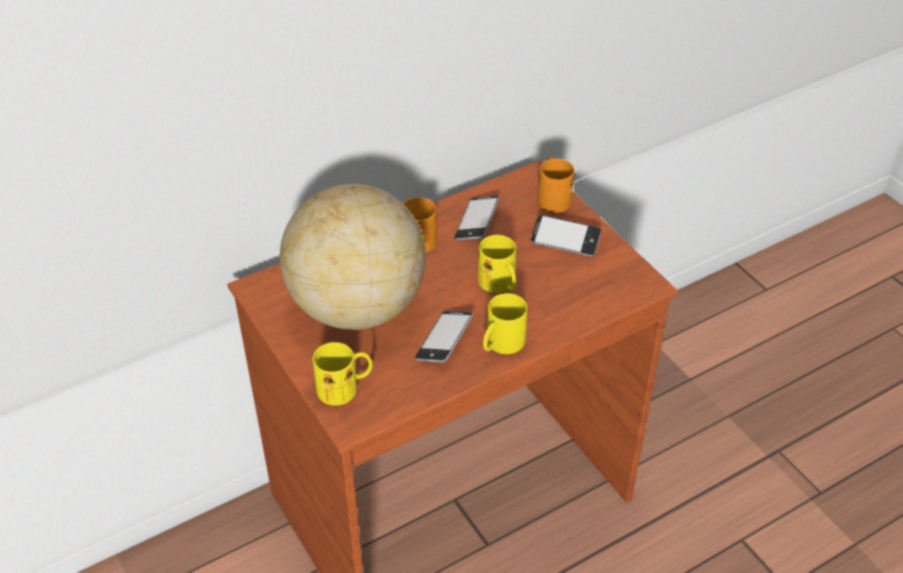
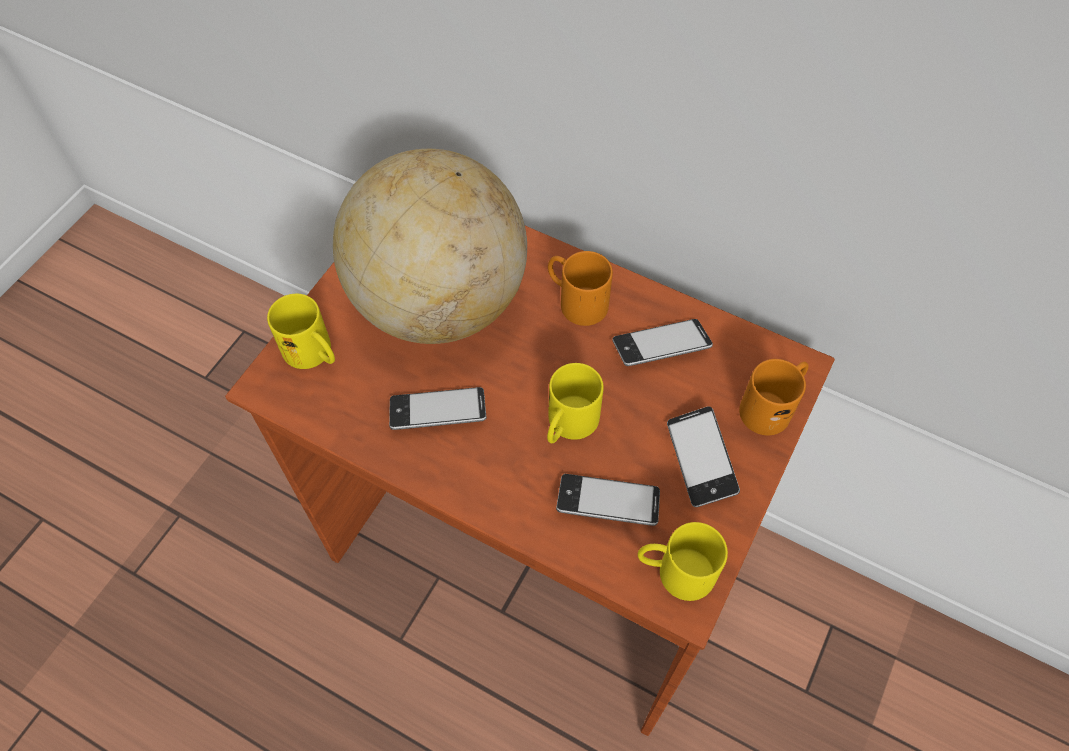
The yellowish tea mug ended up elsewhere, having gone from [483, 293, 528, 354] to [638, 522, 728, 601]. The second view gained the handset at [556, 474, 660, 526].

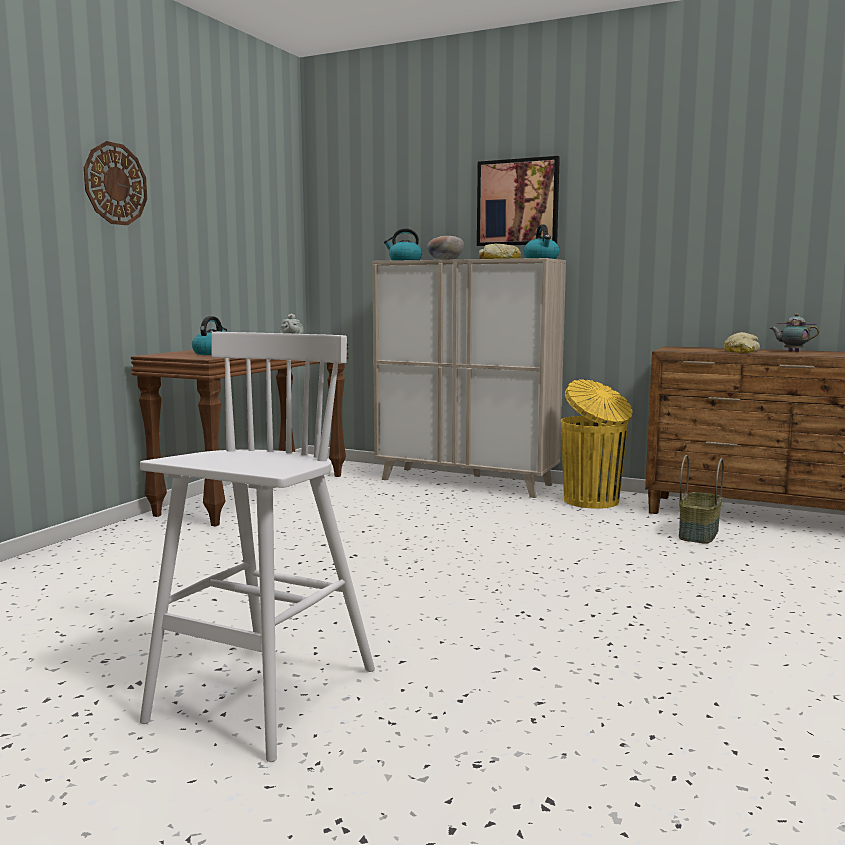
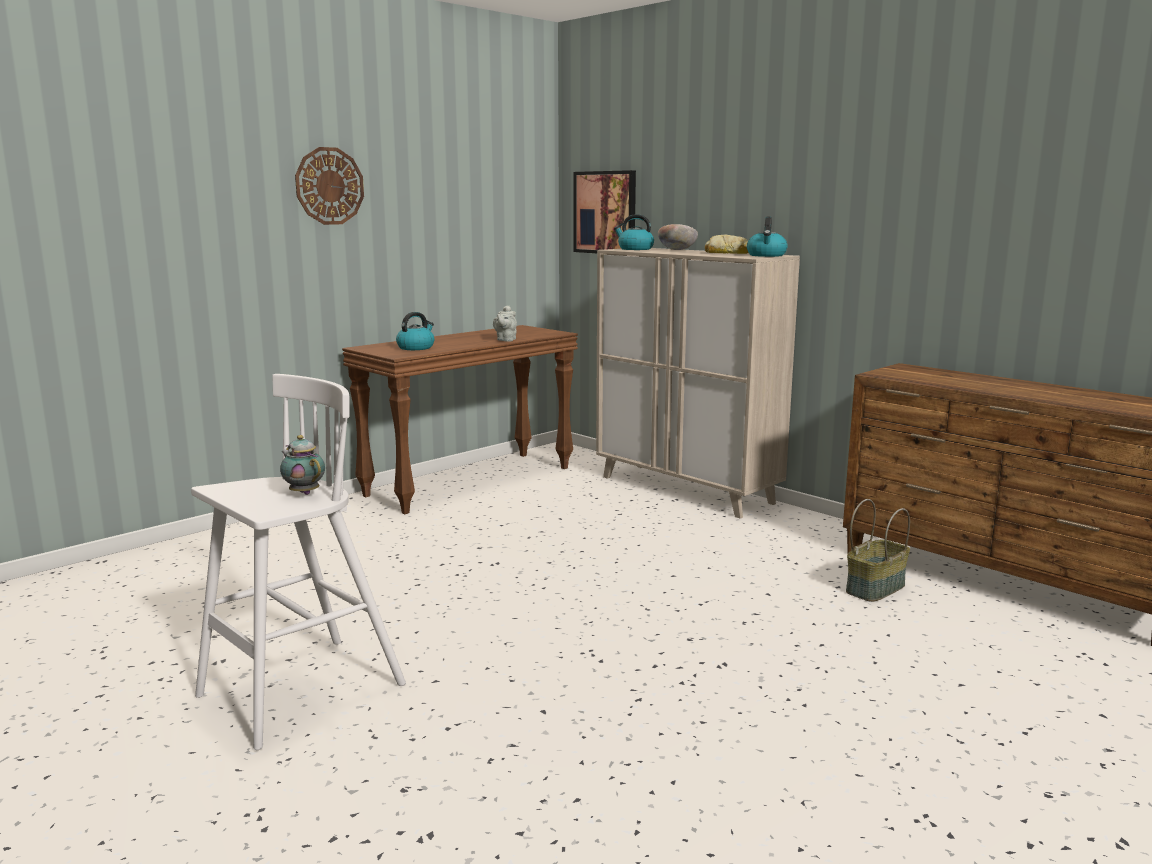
The wall art ended up elsewhere, having gone from [477, 156, 560, 246] to [573, 170, 636, 253]. The tea pot ended up elsewhere, having gone from [770, 313, 819, 352] to [280, 435, 325, 495]. The second view lost the bread at [724, 332, 760, 353]. The second view lost the yellowish trash can at [561, 379, 633, 509].

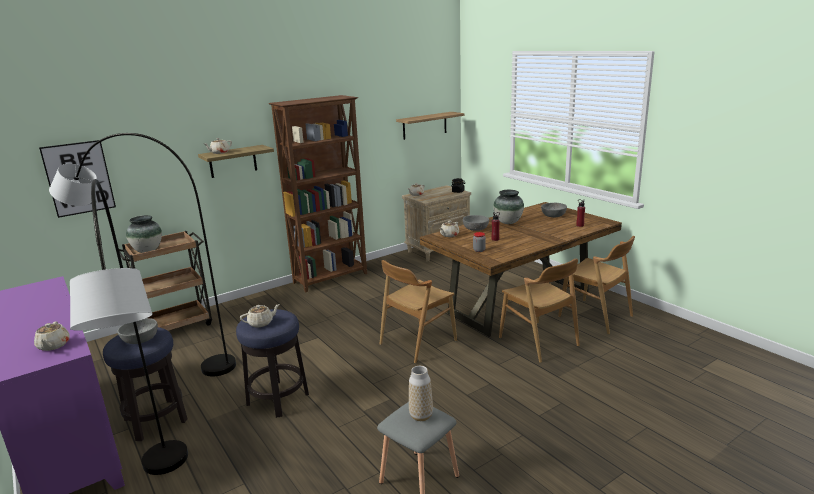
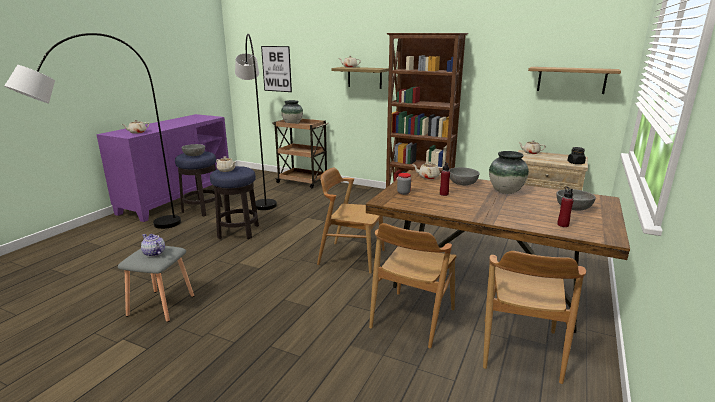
Where the decorative vase stood at [409, 366, 433, 421], the tea pot came to stand at [141, 234, 165, 257].

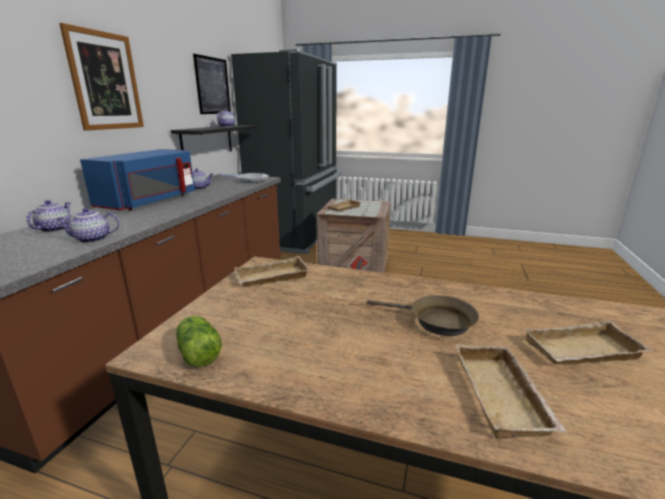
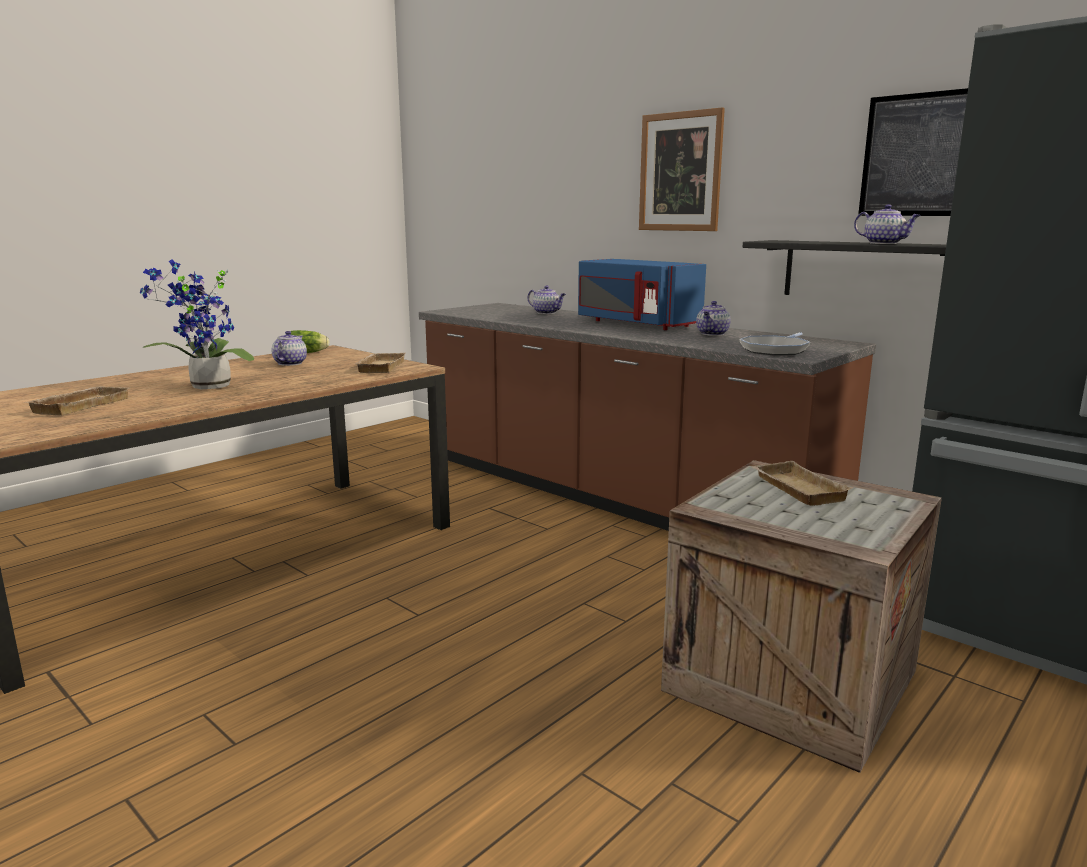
The tea pot ended up elsewhere, having gone from [56, 208, 120, 243] to [272, 331, 307, 366]. Where the brownish skillet stood at [367, 295, 479, 336], the potted plant came to stand at [140, 259, 254, 390]. The second view lost the beige-coloured serving tray at [456, 344, 567, 439].

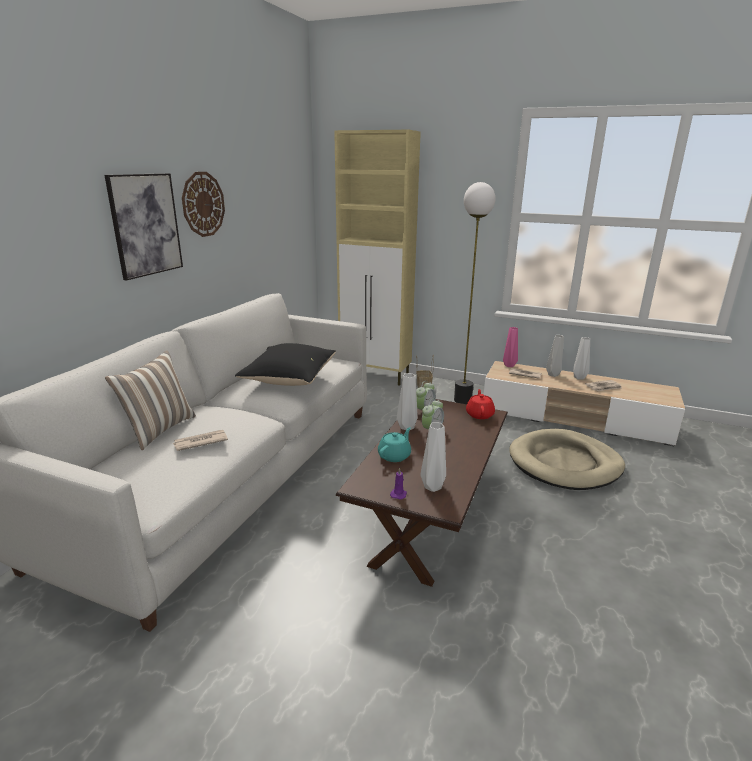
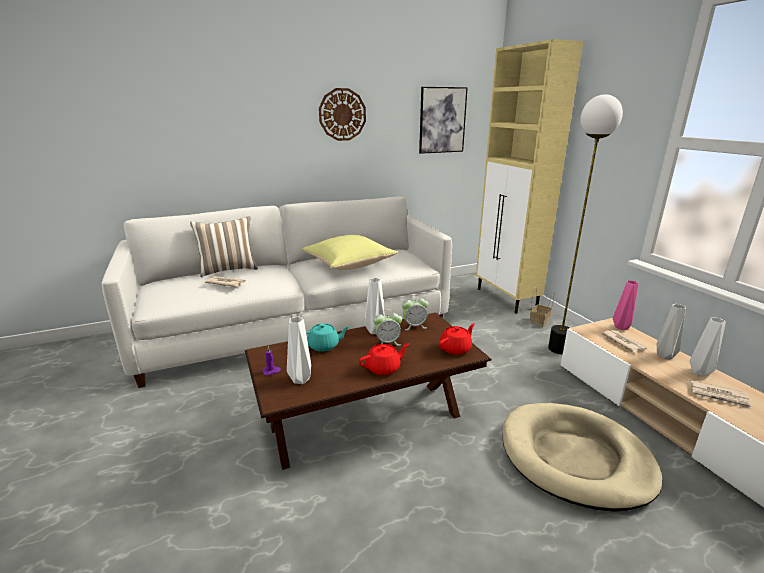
The wall art ended up elsewhere, having gone from [105, 173, 183, 281] to [419, 87, 468, 154]. What was the black-coloured throw pillow at [235, 343, 336, 386] turned into the yellowish throw pillow at [302, 235, 398, 270]. The second view gained the red-coloured tea pot at [359, 343, 409, 375].

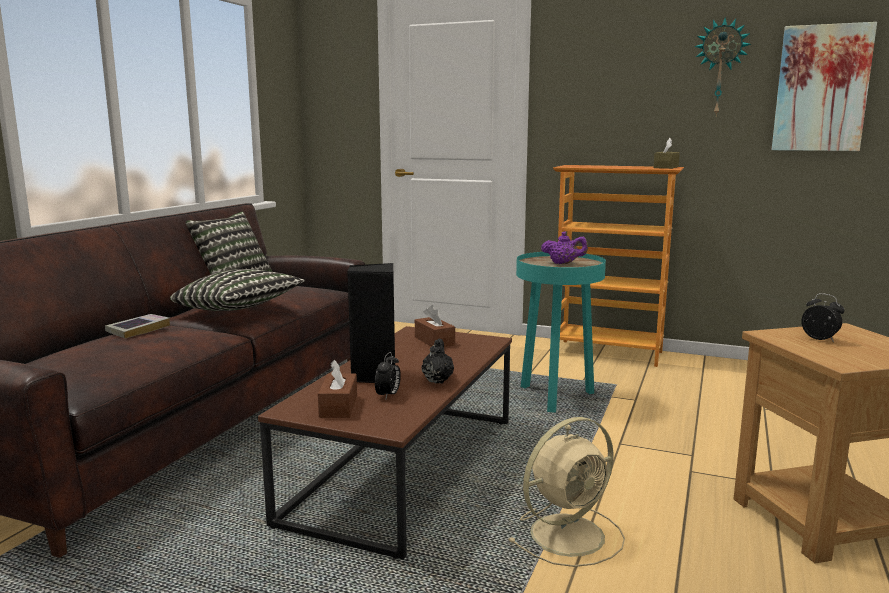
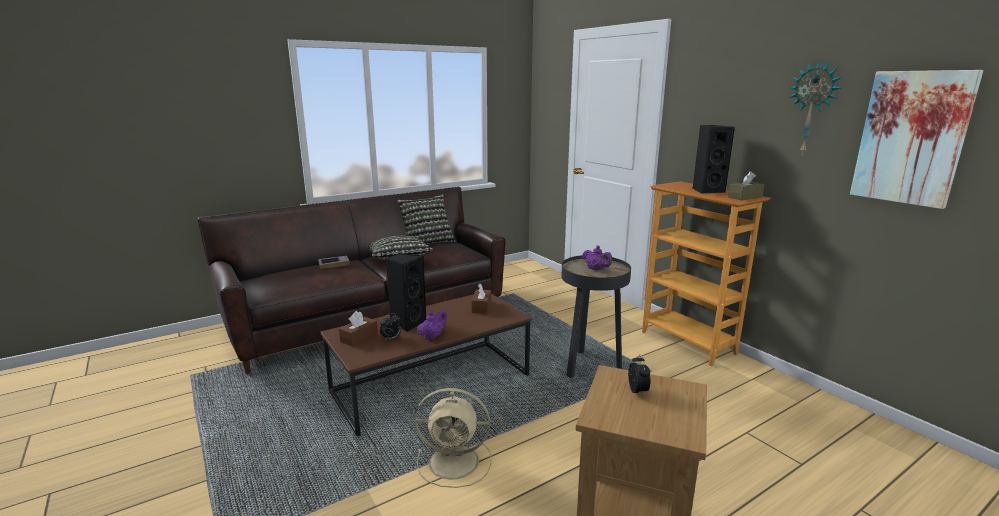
What was the turquoise-coloured accent table at [516, 252, 606, 413] turned into the black-coloured accent table at [561, 255, 631, 378]. What was the black-coloured tea pot at [421, 339, 454, 384] turned into the purple tea pot at [417, 310, 447, 340]. The second view gained the black-coloured audio speaker at [693, 125, 735, 194].

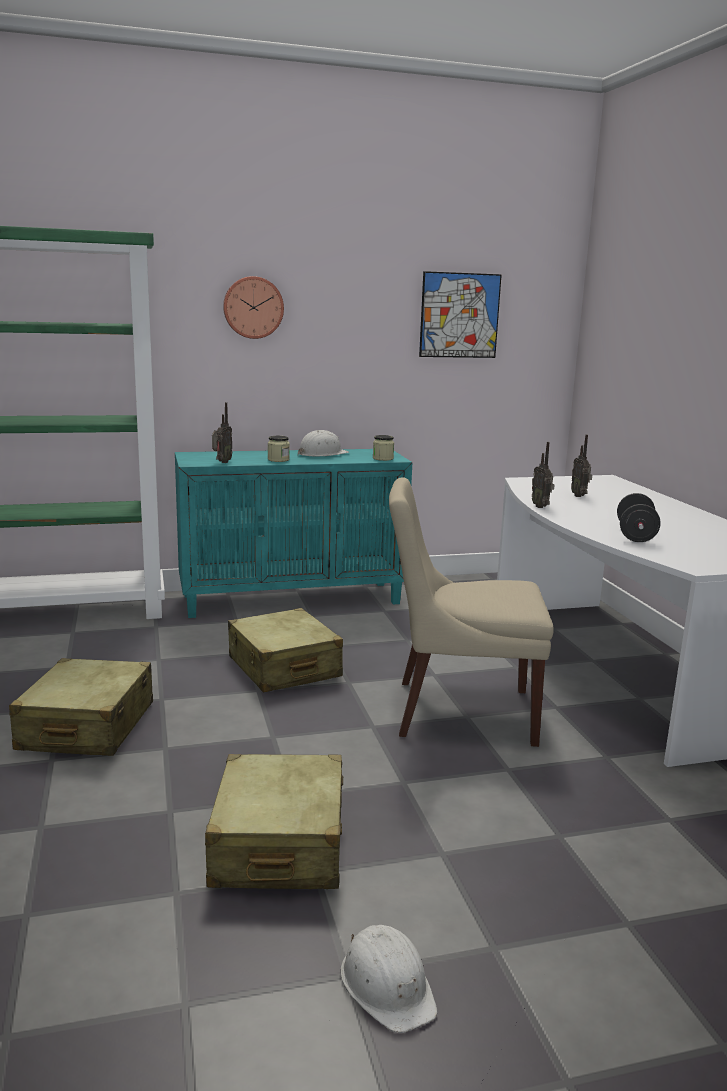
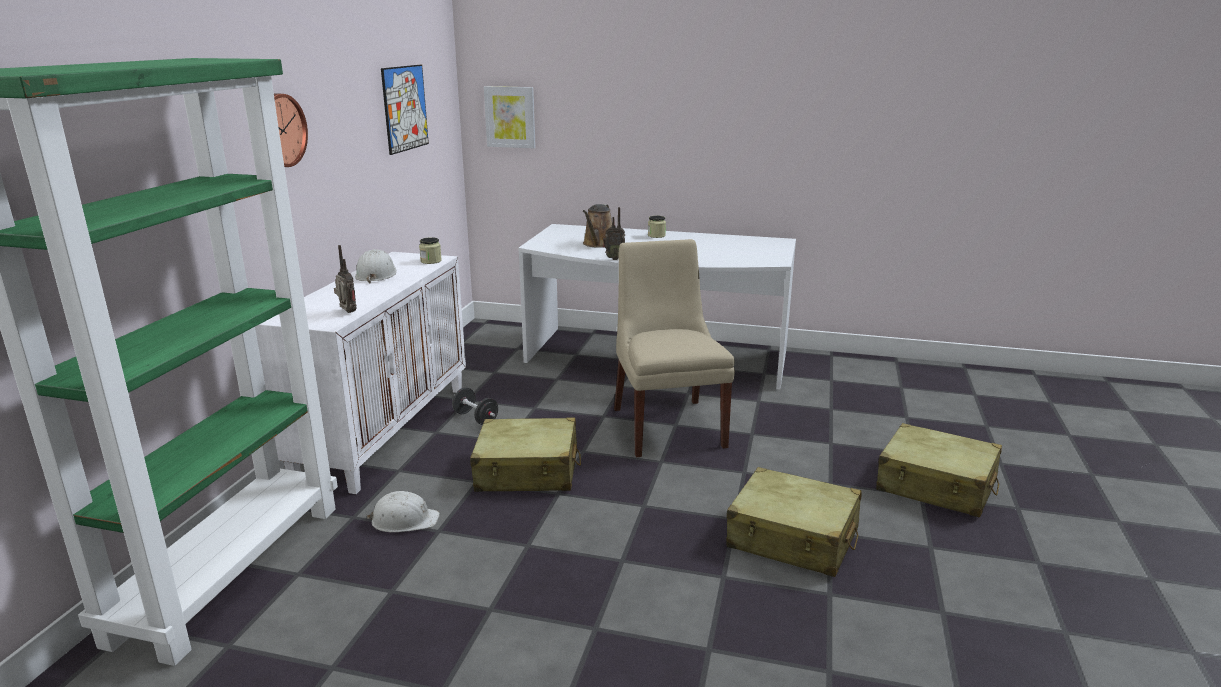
Where the radio receiver stood at [571, 434, 592, 497], the brownish watering pot came to stand at [583, 204, 612, 248]. The storage jar ended up elsewhere, having gone from [268, 436, 290, 462] to [648, 216, 666, 238]. What was the turquoise-coloured cabinet at [175, 449, 412, 618] turned into the white-coloured cabinet at [255, 252, 466, 494]. The beige-coloured plain chair at [389, 477, 554, 747] ended up facing another way, 135 degrees clockwise from before. The black-coloured free weight ended up elsewhere, having gone from [617, 493, 661, 542] to [452, 387, 499, 425]. The beige-coloured suitcase ended up elsewhere, having gone from [9, 658, 153, 756] to [876, 423, 1002, 518]. The white-coloured safety helmet ended up elsewhere, having gone from [341, 925, 438, 1033] to [367, 491, 440, 532]. The second view gained the wall art at [484, 86, 536, 148].

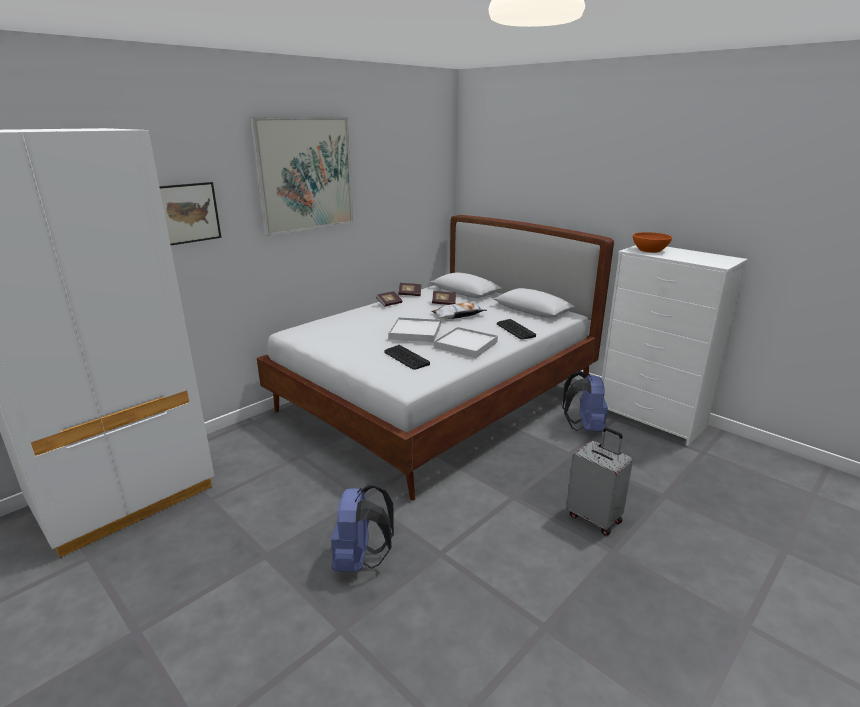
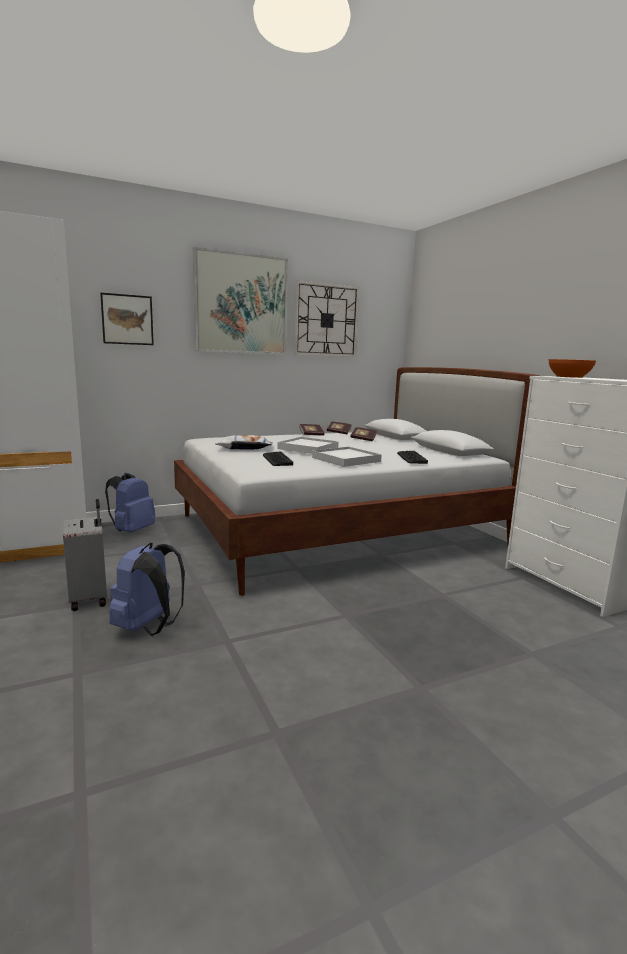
The throw pillow ended up elsewhere, having gone from [431, 302, 487, 319] to [215, 435, 273, 450]. The bluish backpack ended up elsewhere, having gone from [562, 371, 608, 432] to [105, 473, 156, 532]. The greyish suitcase ended up elsewhere, having gone from [566, 427, 633, 536] to [63, 499, 107, 611]. The second view gained the clock on the wall at [294, 280, 360, 357].

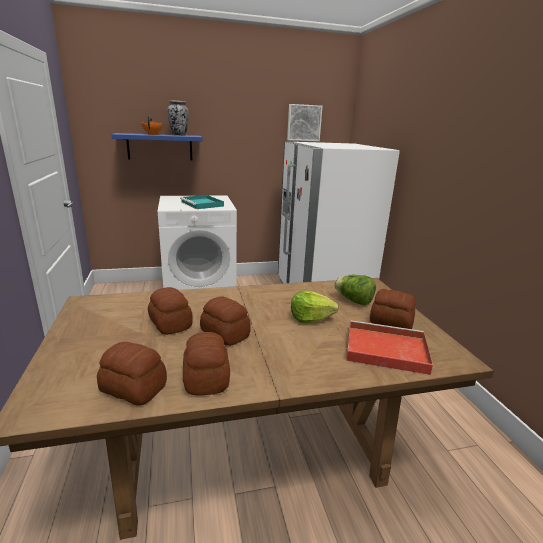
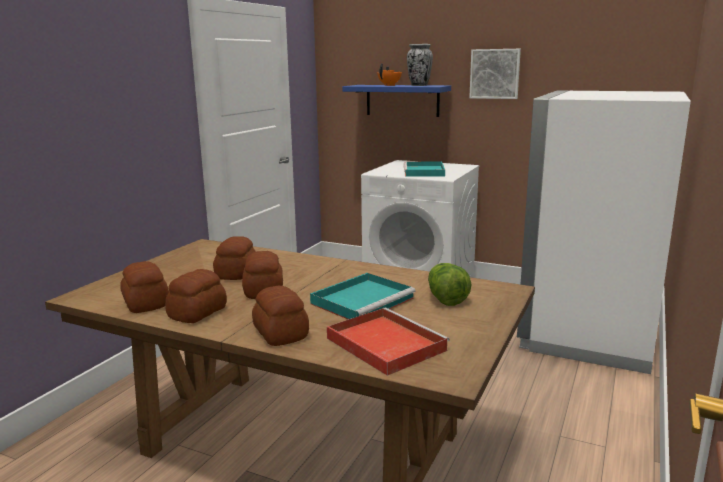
The wall art ended up elsewhere, having gone from [287, 104, 323, 141] to [469, 49, 521, 99]. The bread ended up elsewhere, having gone from [370, 289, 416, 329] to [252, 286, 309, 346]. Where the lettuce stood at [291, 291, 339, 323], the turquoise-coloured serving tray came to stand at [310, 273, 416, 319].

